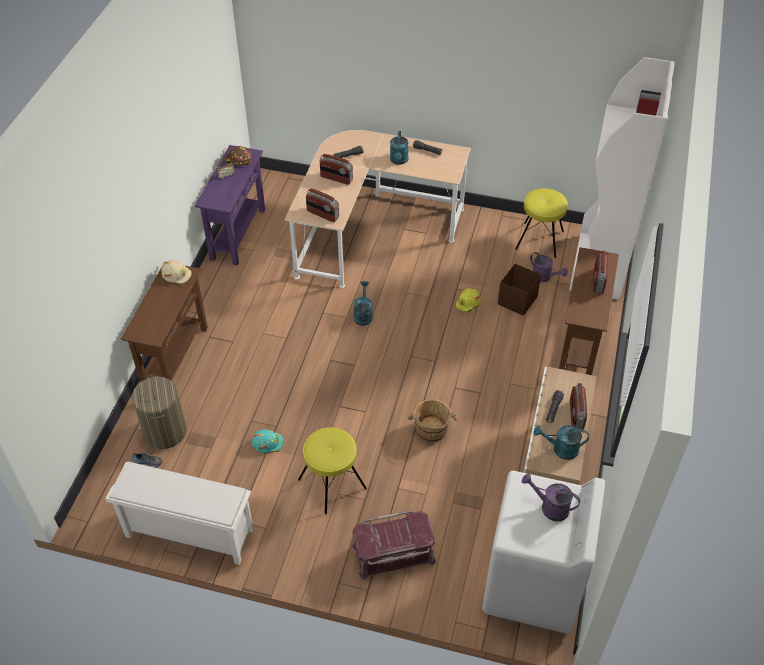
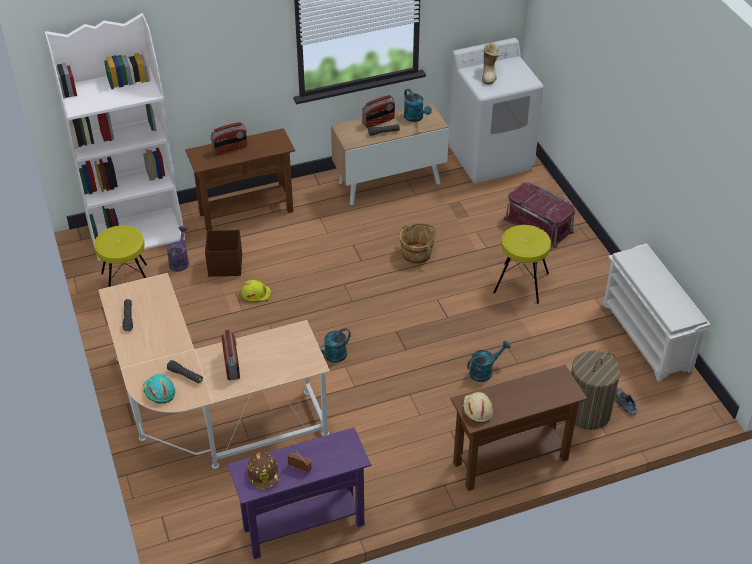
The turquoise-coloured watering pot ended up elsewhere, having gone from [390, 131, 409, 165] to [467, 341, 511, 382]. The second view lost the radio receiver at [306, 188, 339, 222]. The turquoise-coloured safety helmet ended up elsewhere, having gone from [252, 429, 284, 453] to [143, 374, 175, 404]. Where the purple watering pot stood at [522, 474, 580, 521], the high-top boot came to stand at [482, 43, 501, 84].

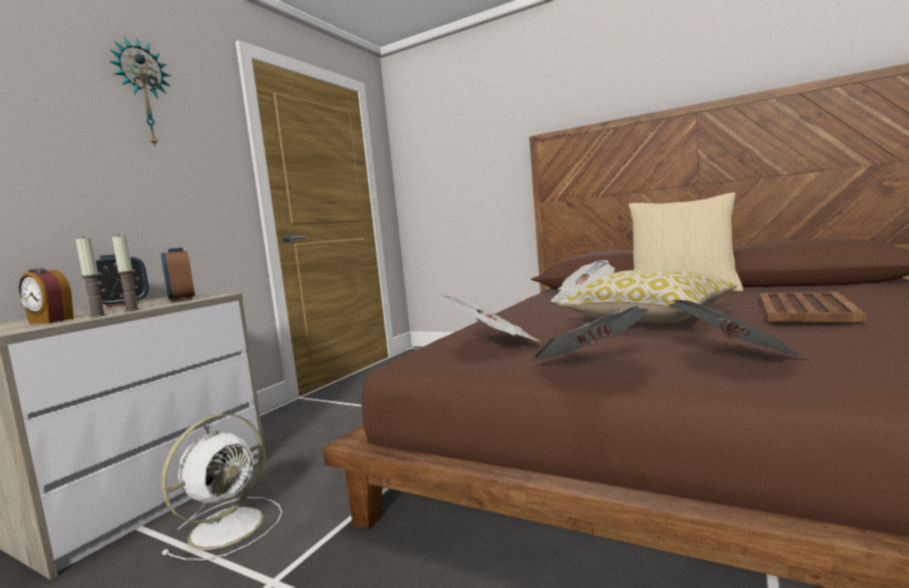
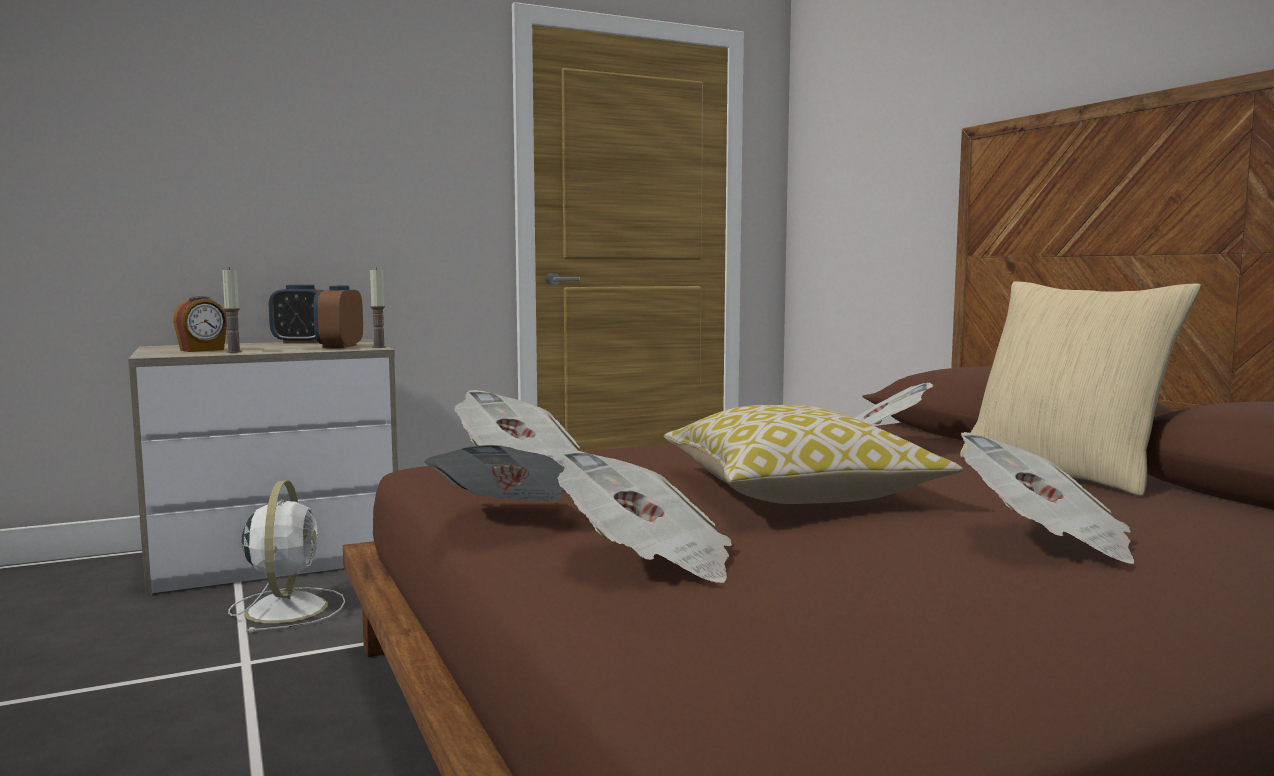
The second view lost the clock on the wall at [109, 37, 171, 147]. The wax light ended up elsewhere, having gone from [112, 234, 140, 312] to [370, 267, 386, 348]. The alarm clock at [19, 268, 74, 324] ended up facing another way, 105 degrees counterclockwise from before. Where the brownish serving tray stood at [760, 292, 867, 322], the newspaper came to stand at [961, 432, 1134, 564]. The white-coloured electric fan at [161, 414, 282, 561] ended up facing another way, 75 degrees counterclockwise from before.

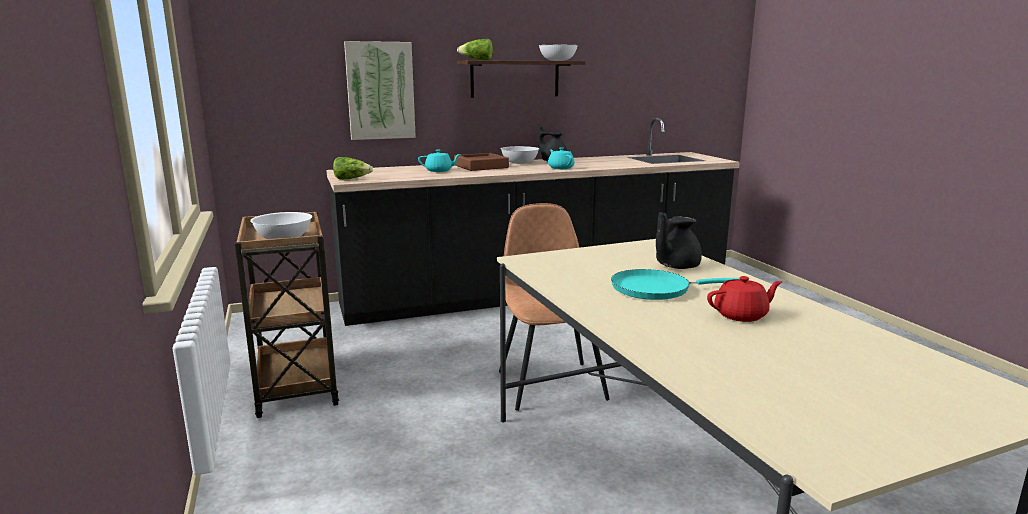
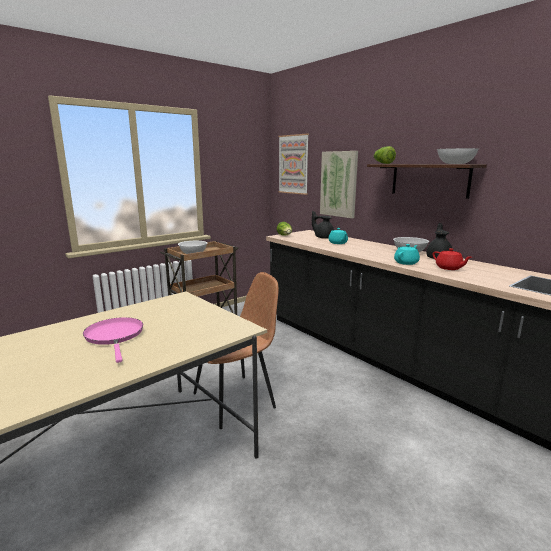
The second view lost the brownish serving tray at [454, 153, 509, 171]. The black-coloured tea pot ended up elsewhere, having gone from [656, 212, 702, 269] to [312, 211, 334, 239]. What was the turquoise-coloured skillet at [611, 269, 740, 300] turned into the pink-coloured skillet at [83, 317, 143, 363]. The red-coloured tea pot ended up elsewhere, having gone from [707, 276, 782, 322] to [433, 248, 471, 270]. The second view gained the wall art at [278, 134, 309, 195].

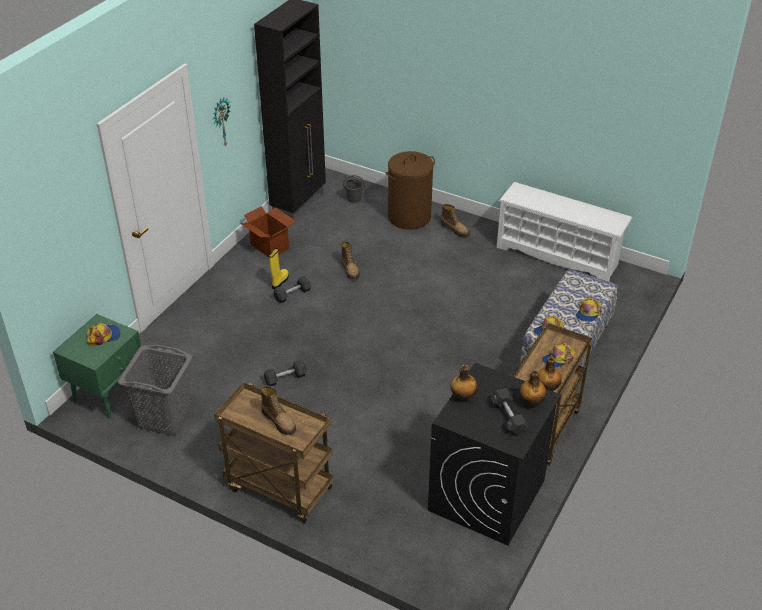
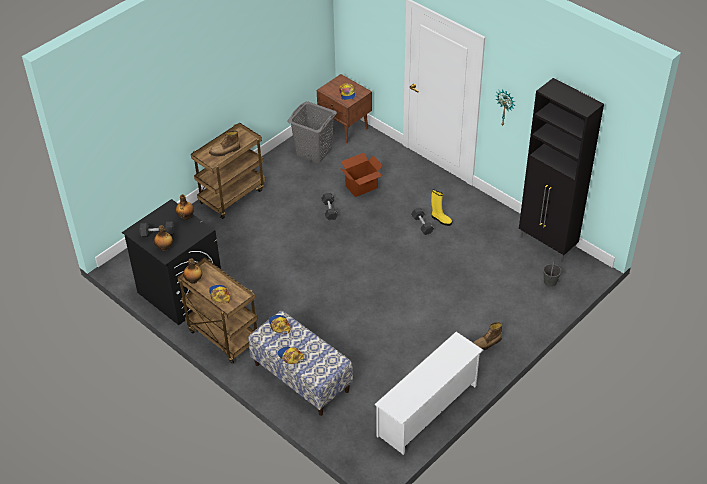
The second view lost the brownish laundry basket at [386, 151, 435, 230]. The packing box ended up elsewhere, having gone from [240, 206, 296, 257] to [340, 153, 383, 197]. The second view lost the high-top boot at [341, 241, 360, 280]. What was the greenish nightstand at [53, 314, 141, 419] turned into the brownish nightstand at [317, 74, 372, 144].

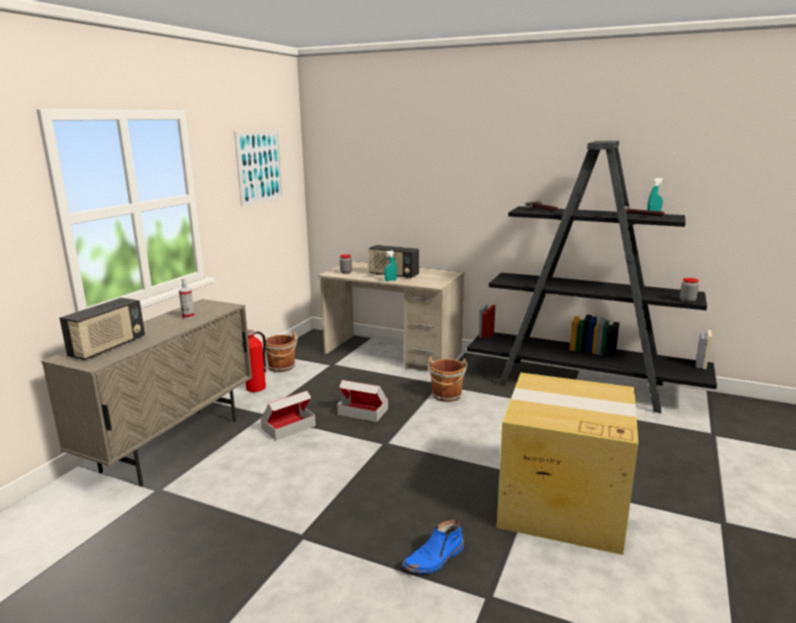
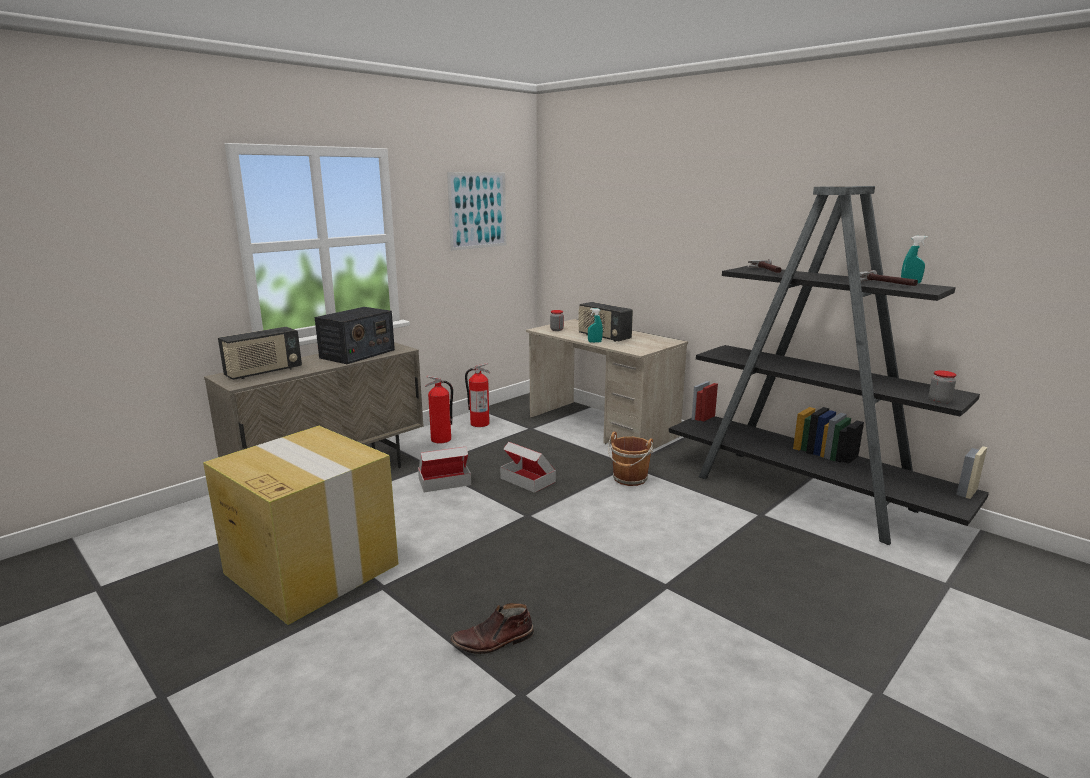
Where the sprayer stood at [178, 278, 195, 319], the radio receiver came to stand at [315, 307, 395, 364]. Where the brownish bucket stood at [262, 331, 297, 372], the extinguisher came to stand at [465, 363, 490, 427]. The packing box ended up elsewhere, having gone from [497, 373, 638, 555] to [203, 426, 399, 625]. What was the bluish high-top boot at [402, 520, 464, 574] turned into the brownish high-top boot at [450, 603, 534, 654].

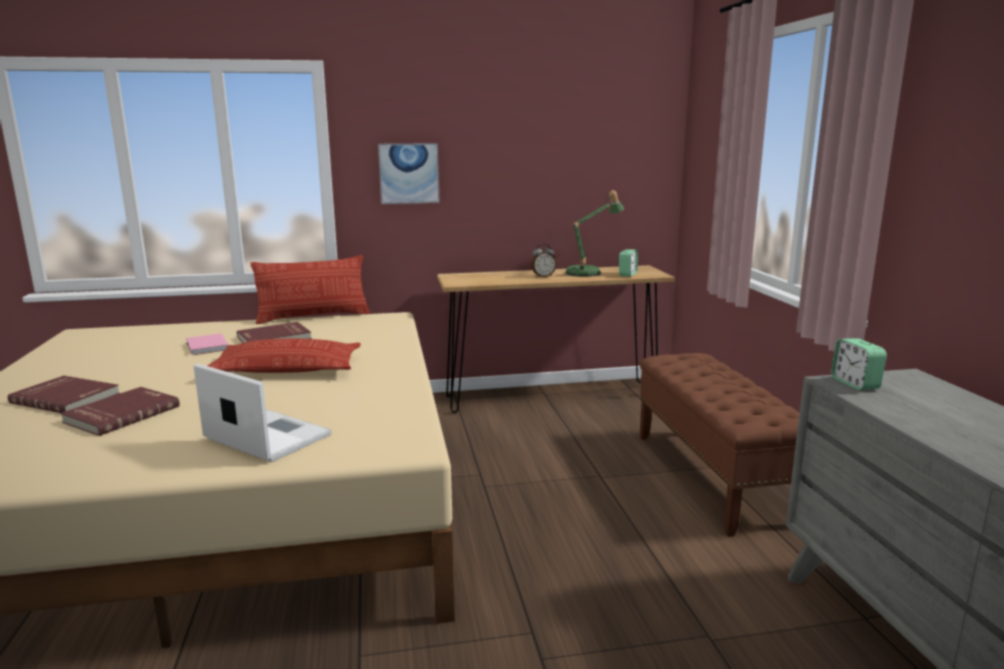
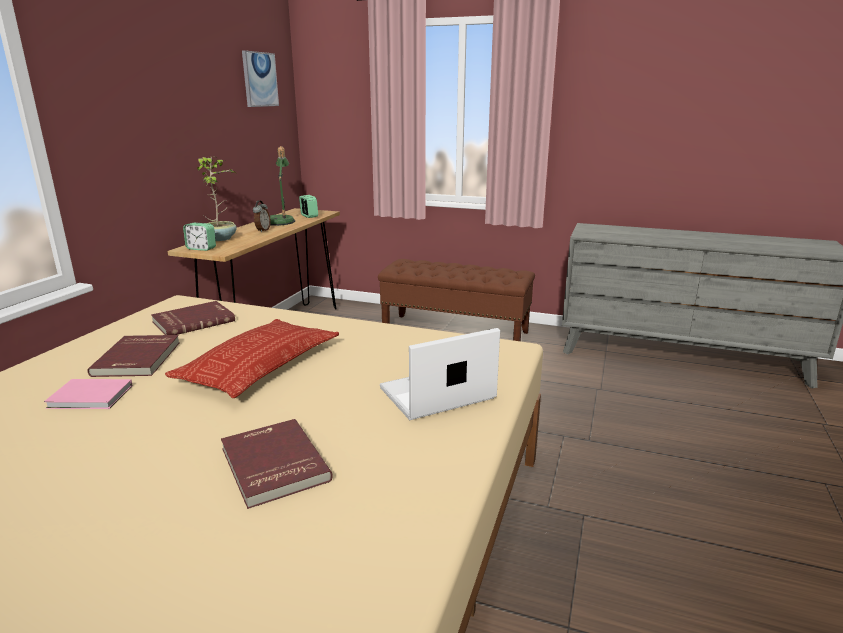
The wall art ended up elsewhere, having gone from [378, 143, 440, 204] to [242, 50, 279, 107]. The second view lost the throw pillow at [250, 255, 370, 324]. The alarm clock ended up elsewhere, having gone from [831, 338, 887, 390] to [183, 223, 216, 251]. The red-coloured book ended up elsewhere, having gone from [8, 376, 120, 413] to [151, 301, 235, 335]. The second view gained the potted plant at [197, 156, 236, 241].

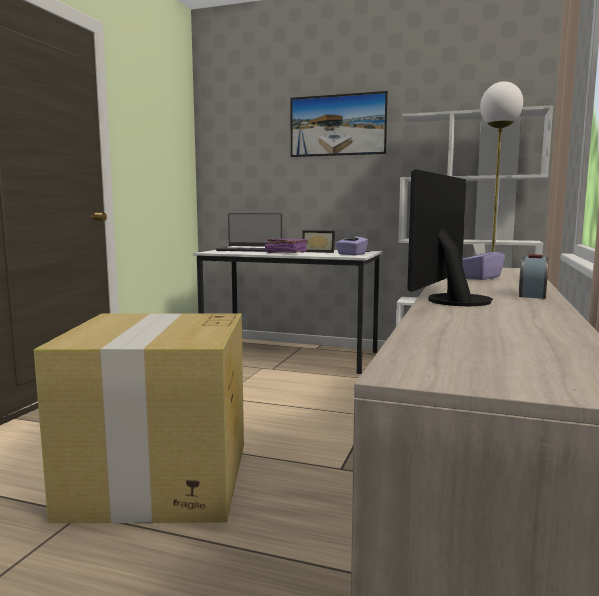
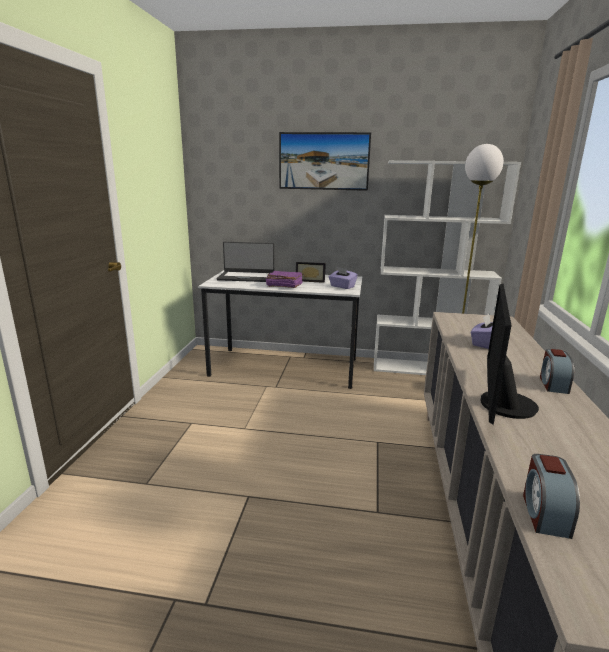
The second view lost the packing box at [34, 313, 244, 523]. The second view gained the alarm clock at [523, 454, 580, 539].

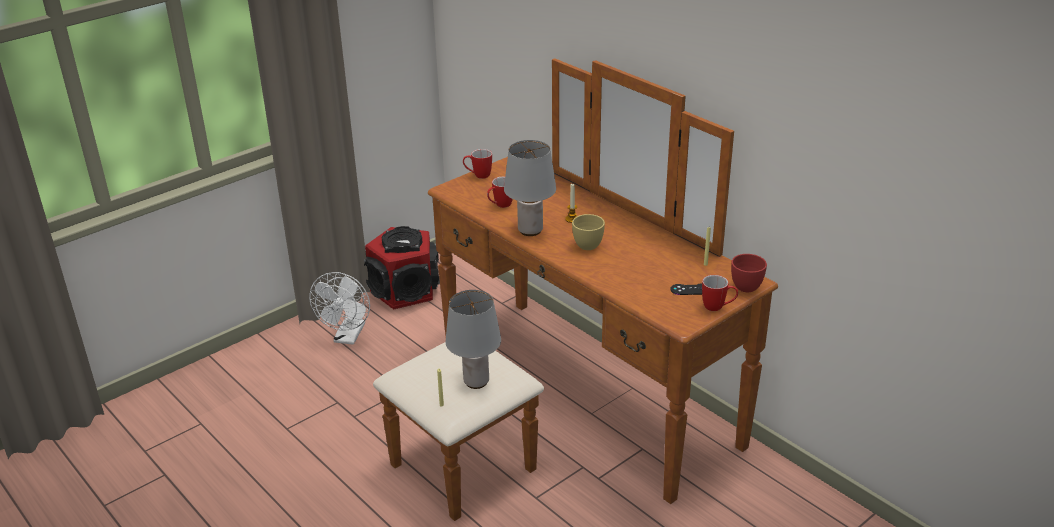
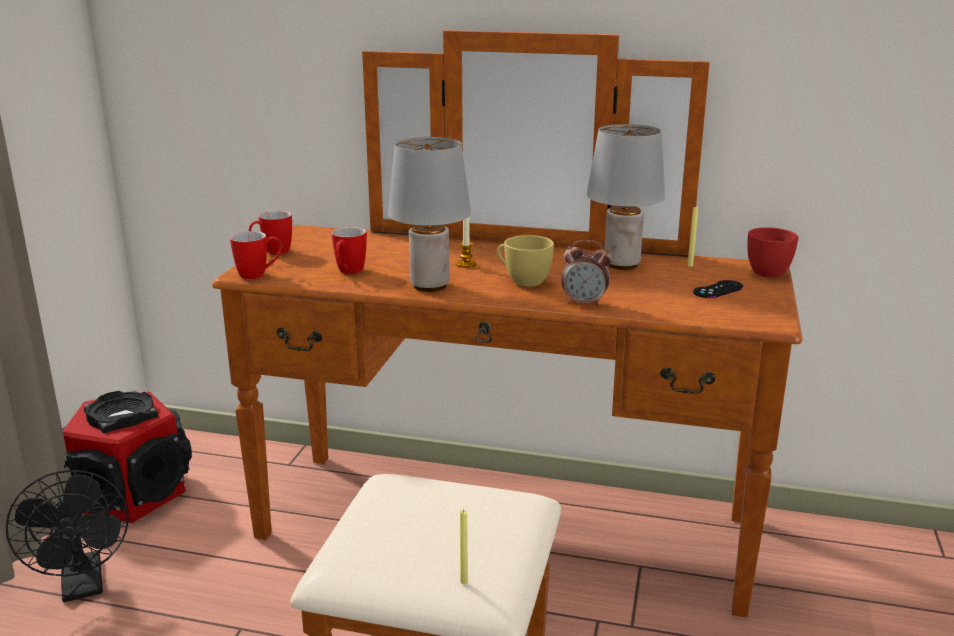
What was the white-coloured electric fan at [309, 272, 370, 345] turned into the black-coloured electric fan at [6, 470, 129, 602]. The tea mug ended up elsewhere, having gone from [702, 275, 738, 311] to [230, 231, 282, 279]. The greyish tabletop lamp ended up elsewhere, having gone from [446, 290, 501, 389] to [587, 124, 665, 270]. The second view gained the alarm clock at [562, 240, 612, 307].

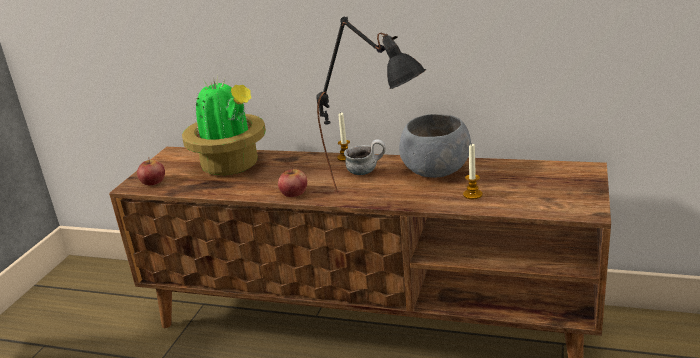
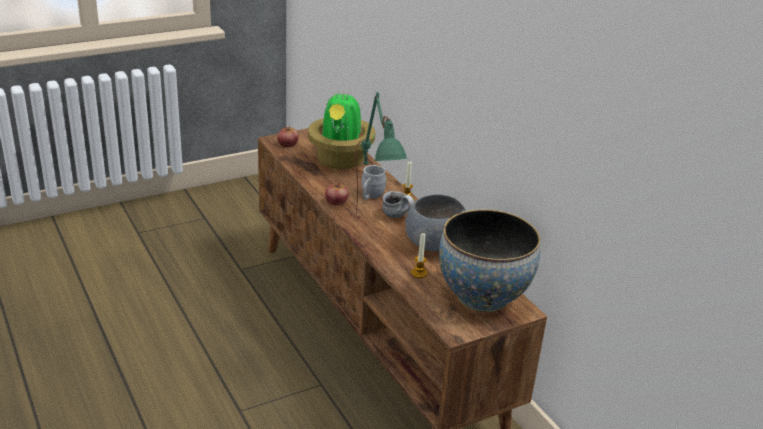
What was the black-coloured tabletop lamp at [316, 17, 426, 193] turned into the greenish tabletop lamp at [355, 92, 408, 218]. The second view gained the greyish tea mug at [362, 165, 387, 200]. The second view gained the serving bowl at [439, 209, 540, 312].

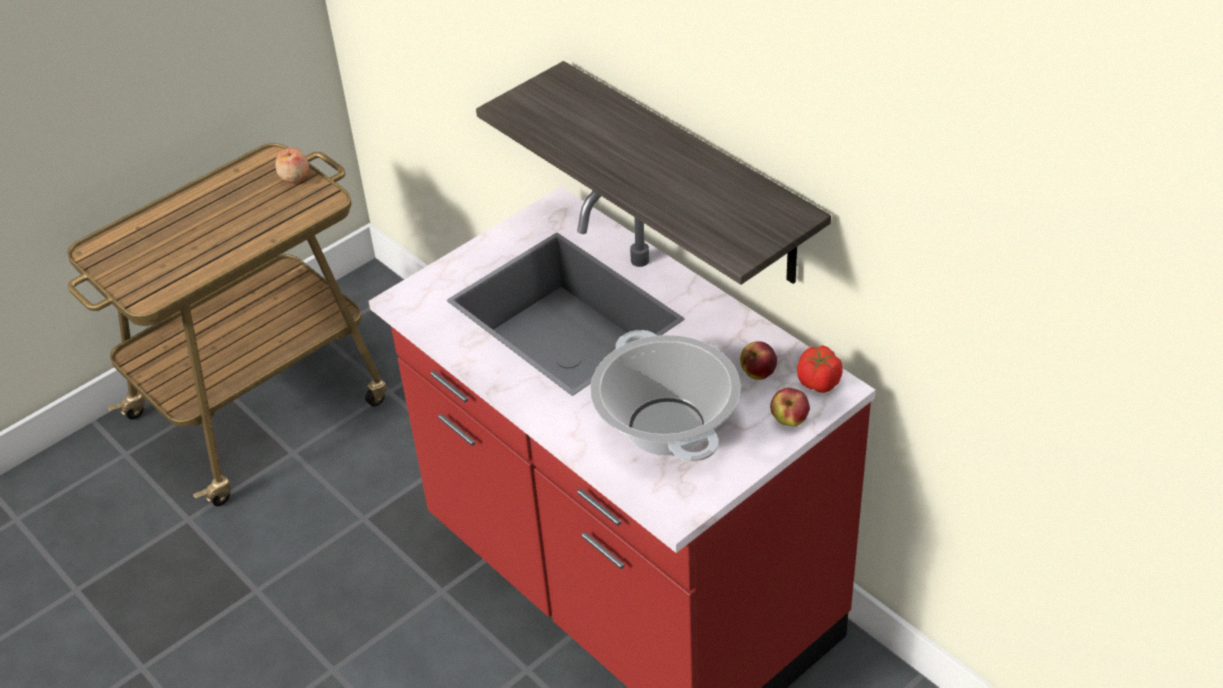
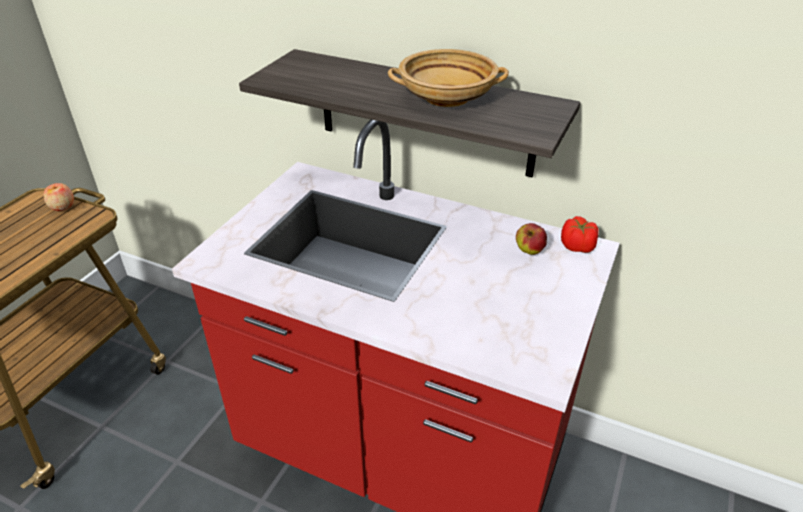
The second view lost the stockpot at [590, 330, 741, 462]. The second view lost the apple at [770, 388, 810, 427]. The second view gained the beige-coloured serving bowl at [388, 49, 509, 107].

